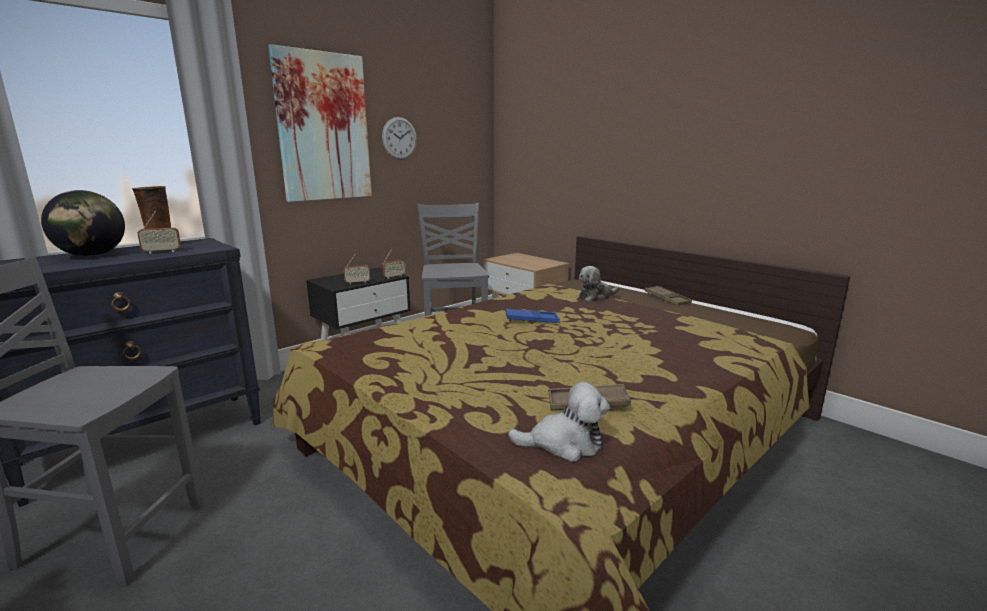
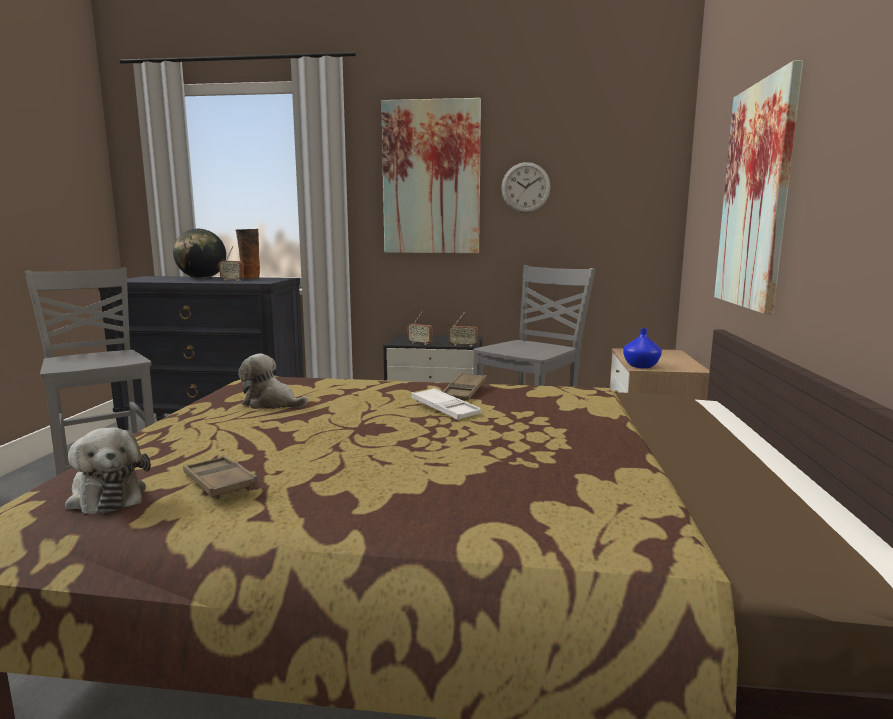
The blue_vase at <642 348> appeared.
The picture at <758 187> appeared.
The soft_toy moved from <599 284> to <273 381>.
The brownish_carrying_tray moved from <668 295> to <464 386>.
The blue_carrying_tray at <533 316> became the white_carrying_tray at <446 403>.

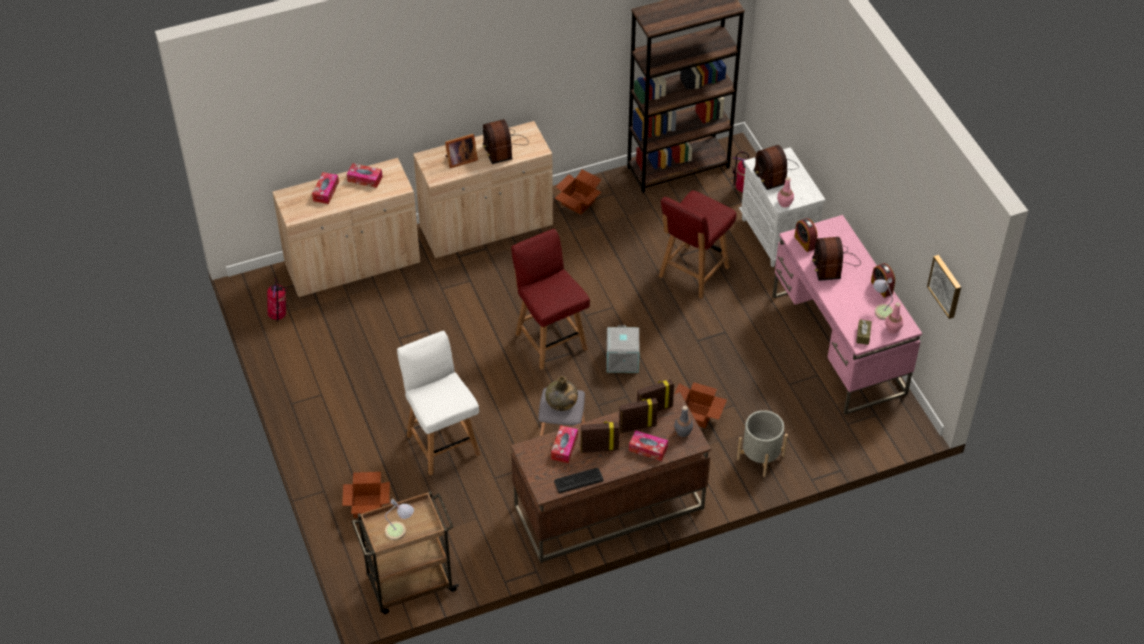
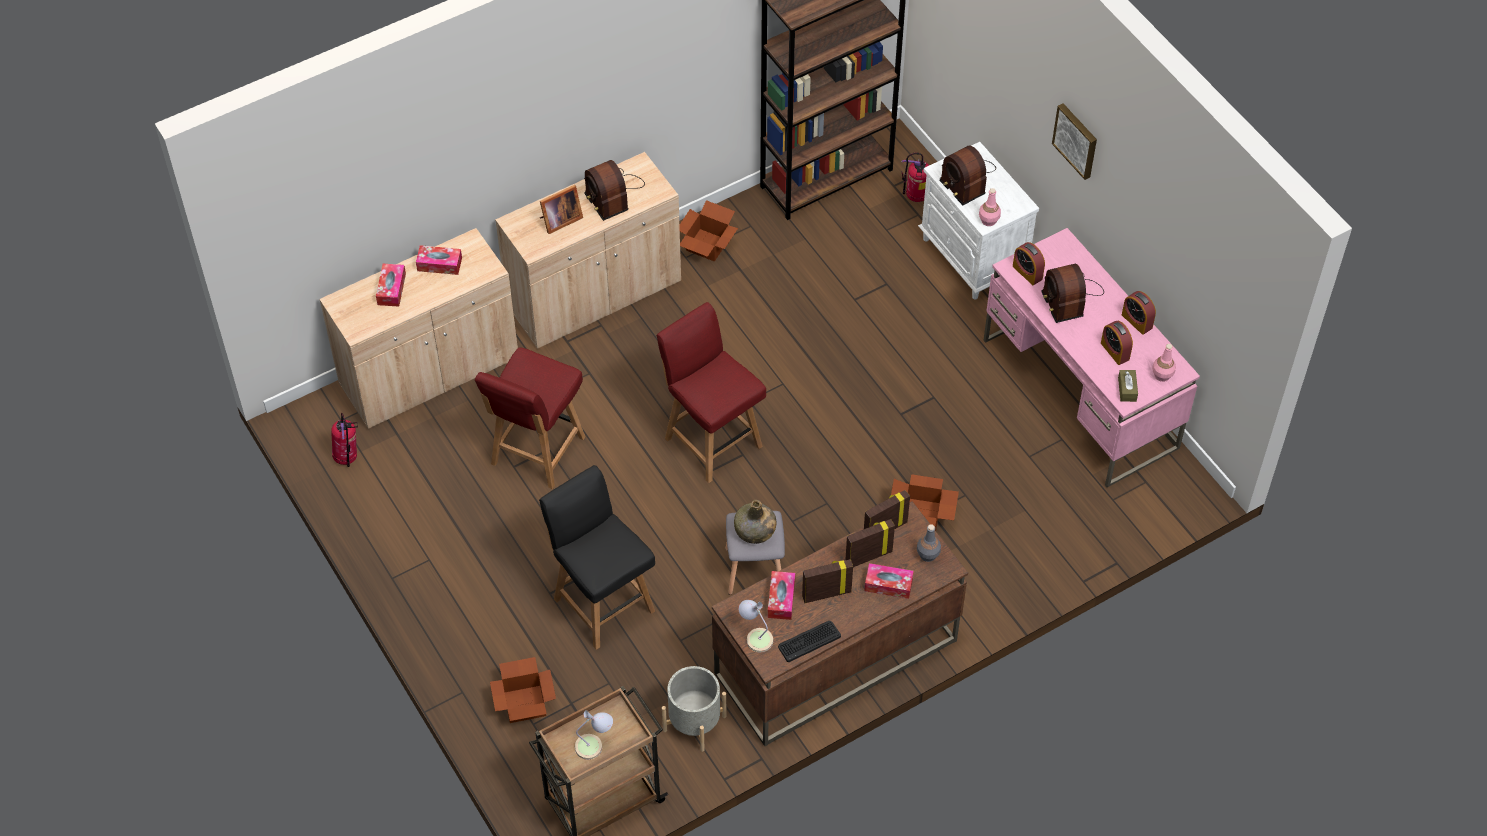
The grey_storage_box at <623 349> disappeared.
The bedside_clock at <1117 343> appeared.
The reddish_upright_chair moved from <698 244> to <530 418>.
The grey_plant_pot moved from <762 443> to <694 709>.
The tabletop_lamp moved from <883 299> to <755 626>.
The picture moved from <944 287> to <1074 142>.
The white_upright_chair at <438 403> became the black_upright_chair at <597 557>.

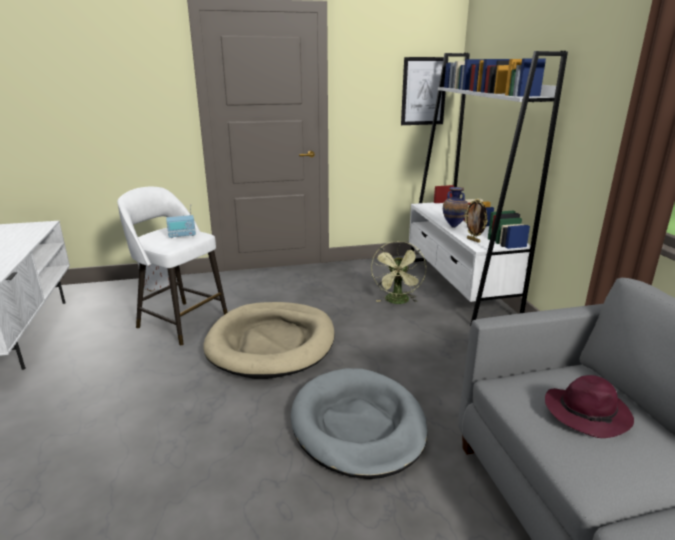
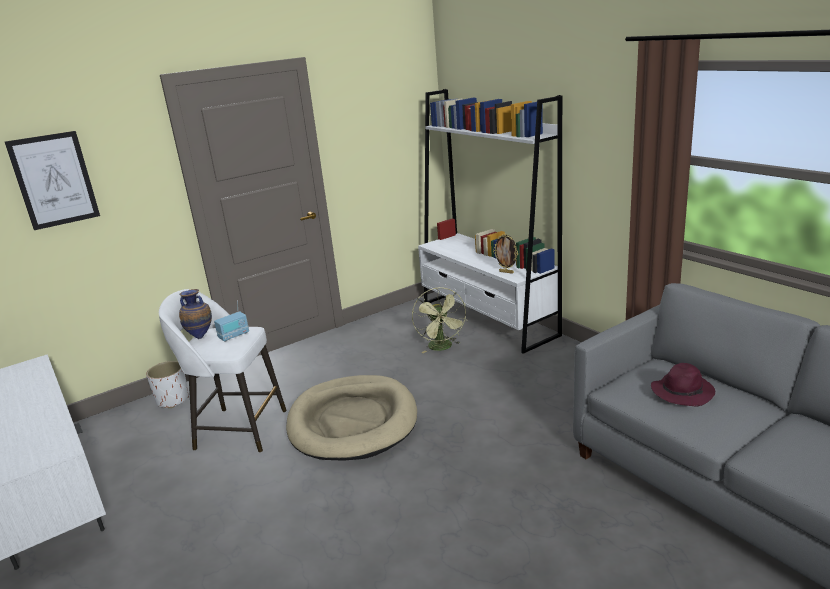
The grey_dog_bed at <359 423> disappeared.
The picture moved from <424 91> to <52 180>.
The vase moved from <455 207> to <195 314>.

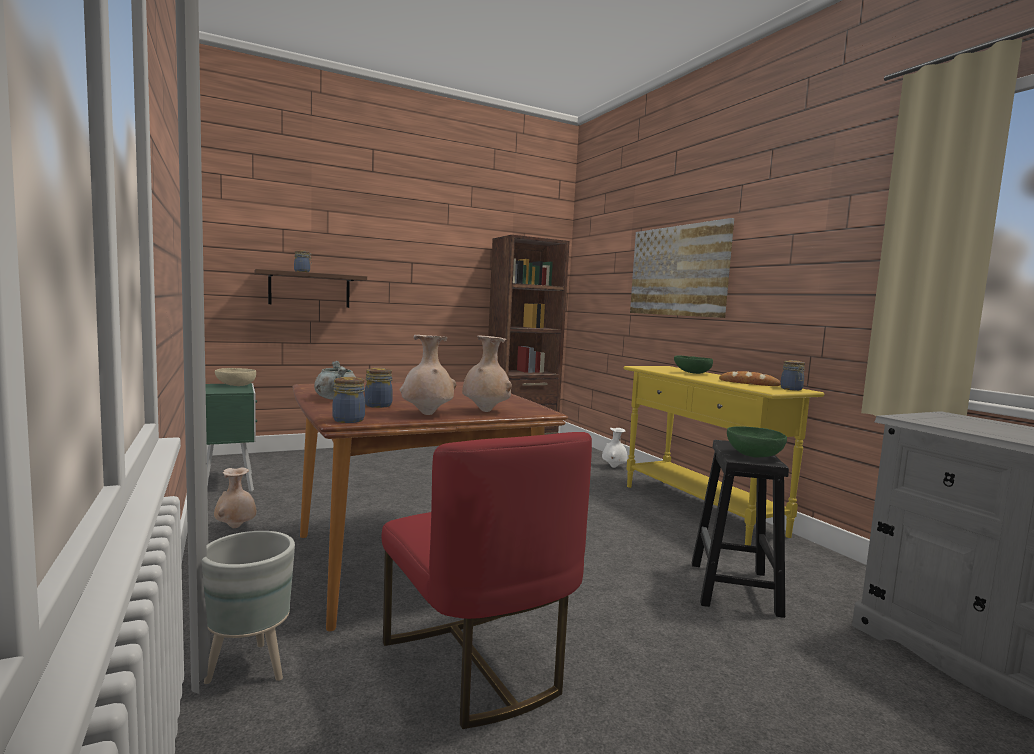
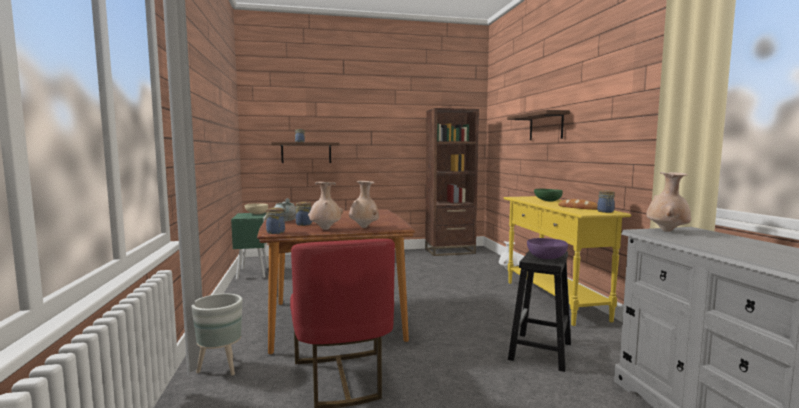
The sand-coloured_vase moved from <235 498> to <668 202>.
The picture at <682 268> was replaced by the shelf at <538 125>.
The greenish_bowl at <757 441> became the purplish_bowl at <547 248>.

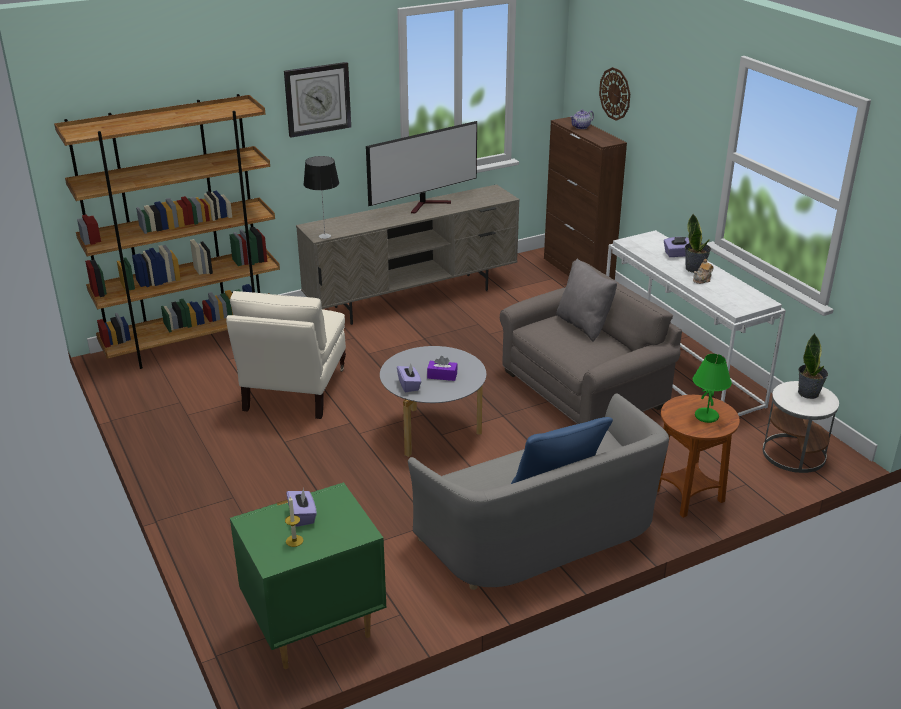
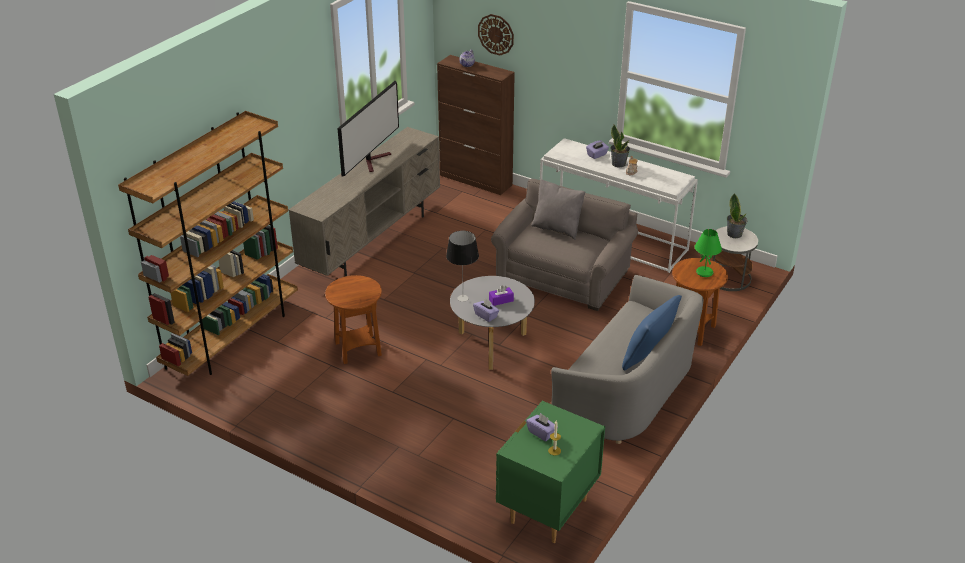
The hanging_clock at <317 100> disappeared.
The tabletop_lamp moved from <321 197> to <462 266>.
The sand-coloured_armchair at <286 355> was replaced by the brownish_end_table at <353 319>.

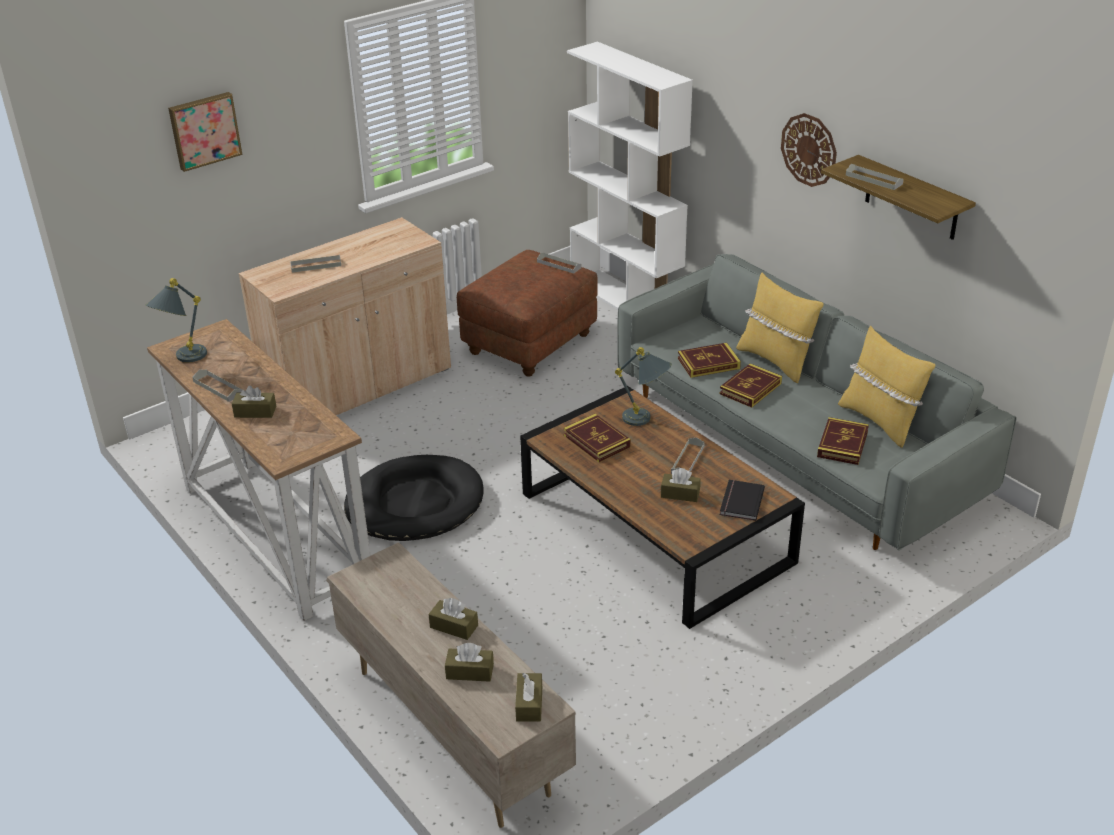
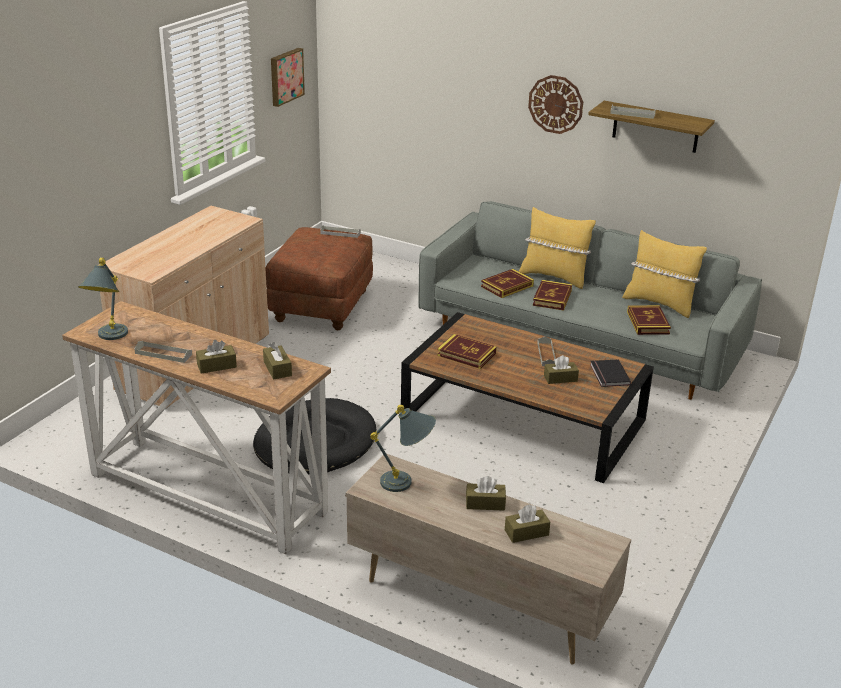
The grey_carrying_tray at <315 264> disappeared.
The white_bookshelf at <630 176> disappeared.
The picture moved from <205 132> to <288 77>.
The brownish_tissue_holder moved from <528 697> to <277 360>.
The grey_tabletop_lamp moved from <643 386> to <403 448>.

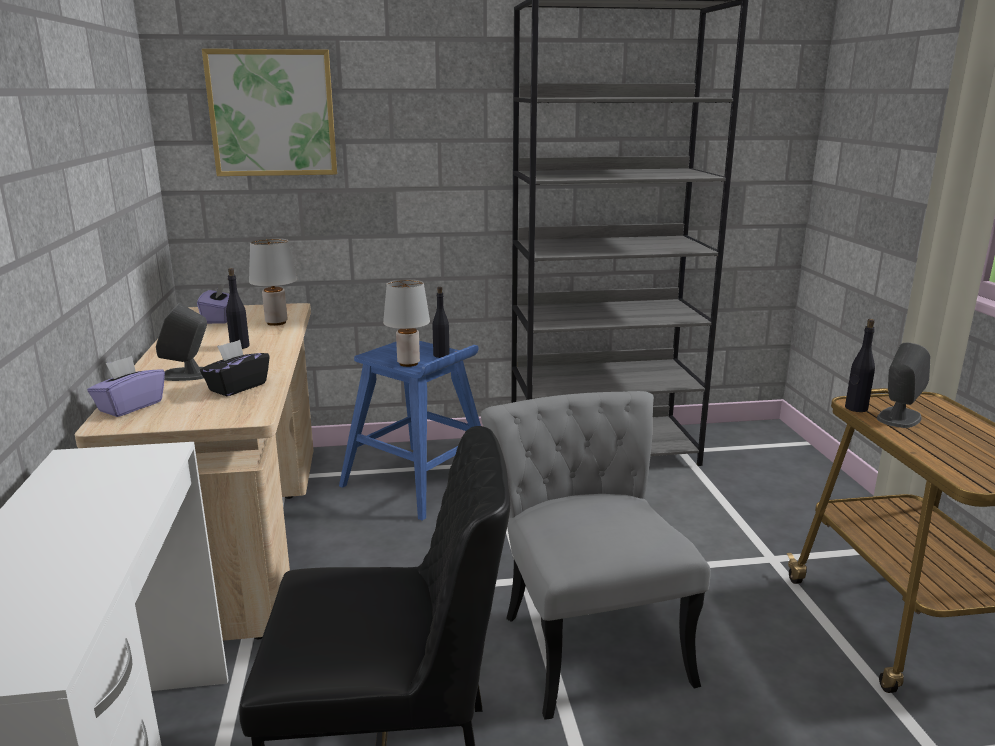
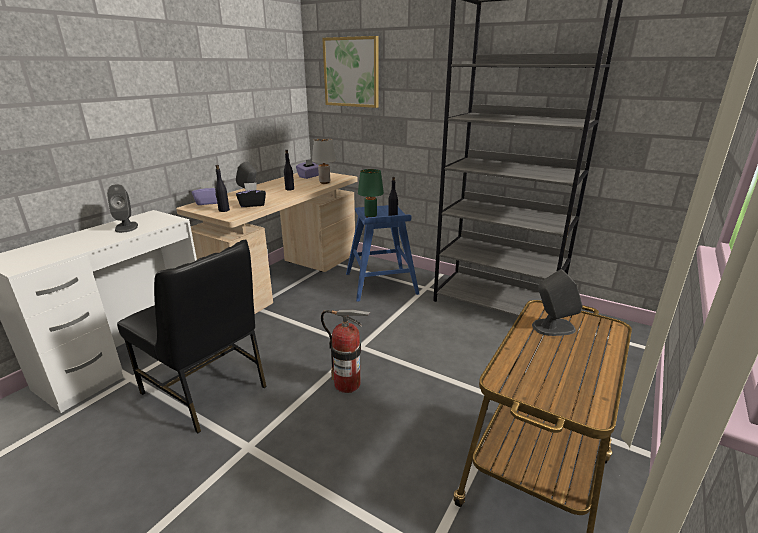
The grey_loudspeaker at <122 208> appeared.
The black_bottle moved from <860 365> to <222 188>.
The grey_upright_chair at <595 555> was replaced by the fire-fighting_cylinder at <346 351>.
The grey_tabletop_lamp at <406 323> became the greenish_tabletop_lamp at <371 193>.

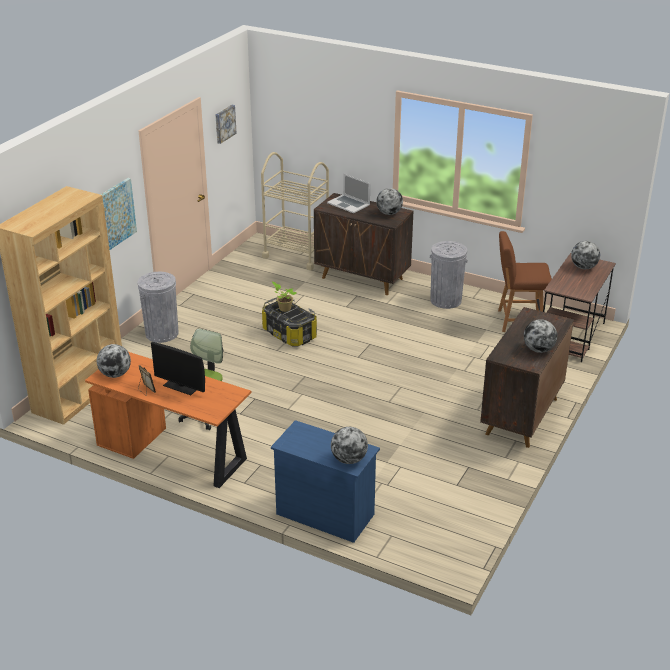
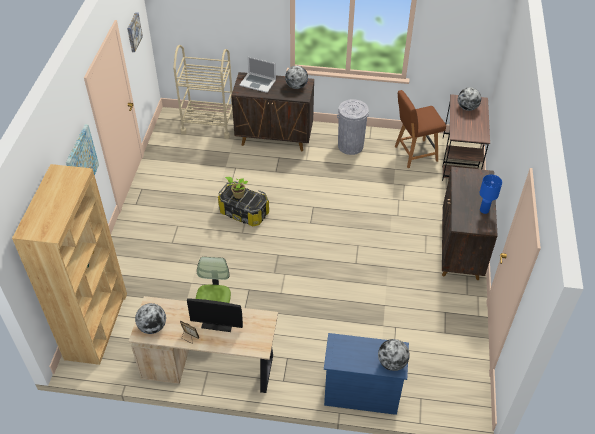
The grey_rubbish_bin at <158 307> disappeared.
The globe at <540 336> was replaced by the blue_tabletop_lamp at <491 194>.
The orangey_desk_unit at <168 420> became the sand-coloured_desk_unit at <203 344>.

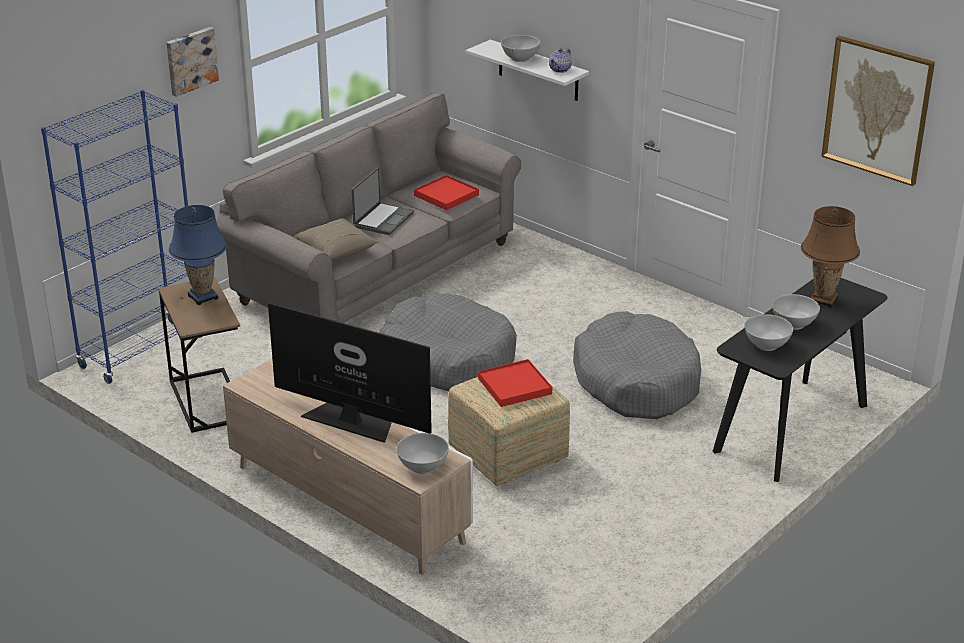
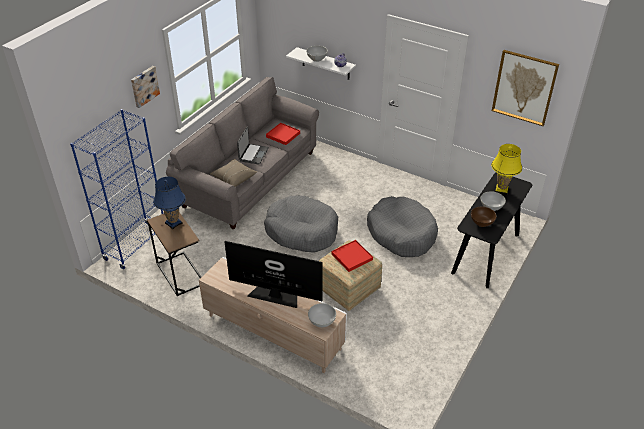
The white_bowl at <768 332> became the brownish_bowl at <483 217>.
The brownish_tabletop_lamp at <830 257> became the yellow-coloured_tabletop_lamp at <506 169>.

